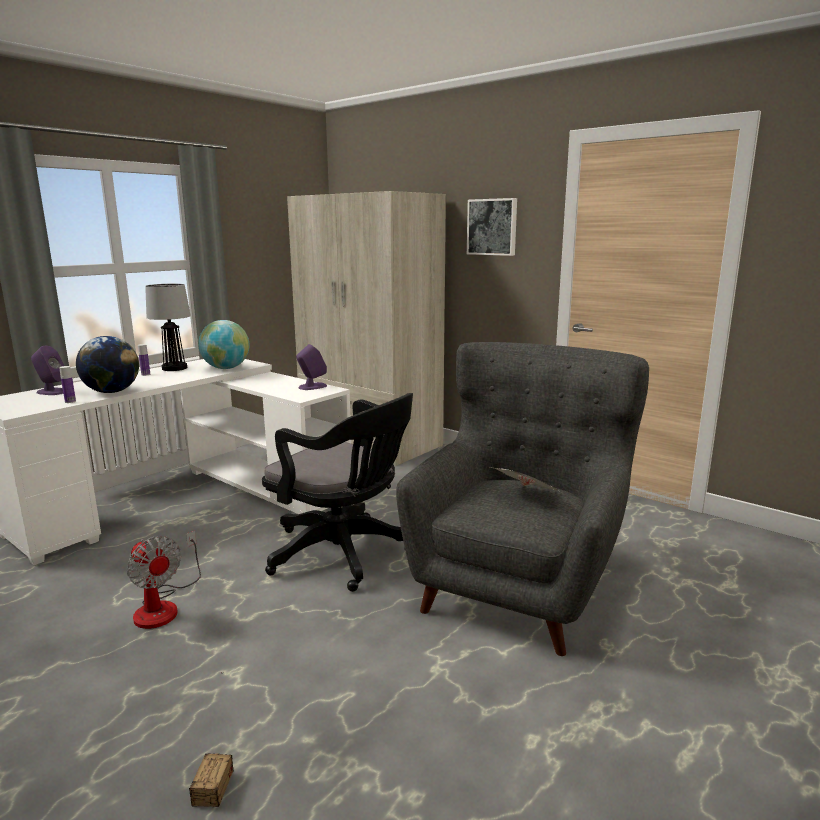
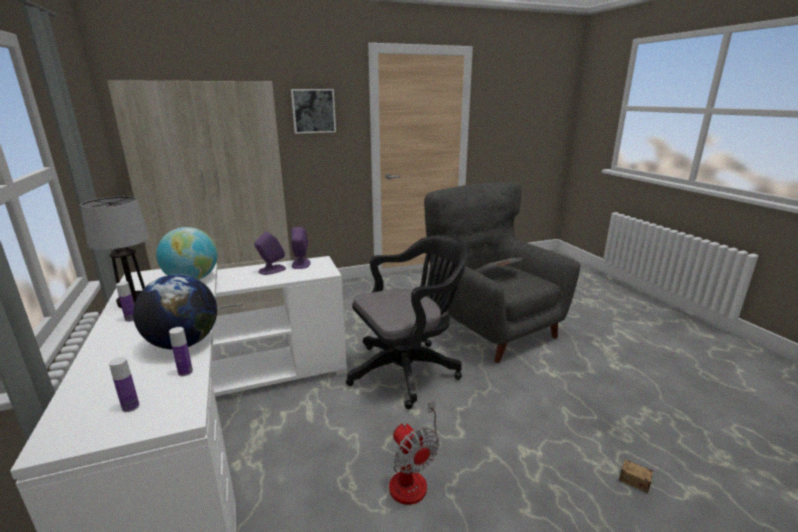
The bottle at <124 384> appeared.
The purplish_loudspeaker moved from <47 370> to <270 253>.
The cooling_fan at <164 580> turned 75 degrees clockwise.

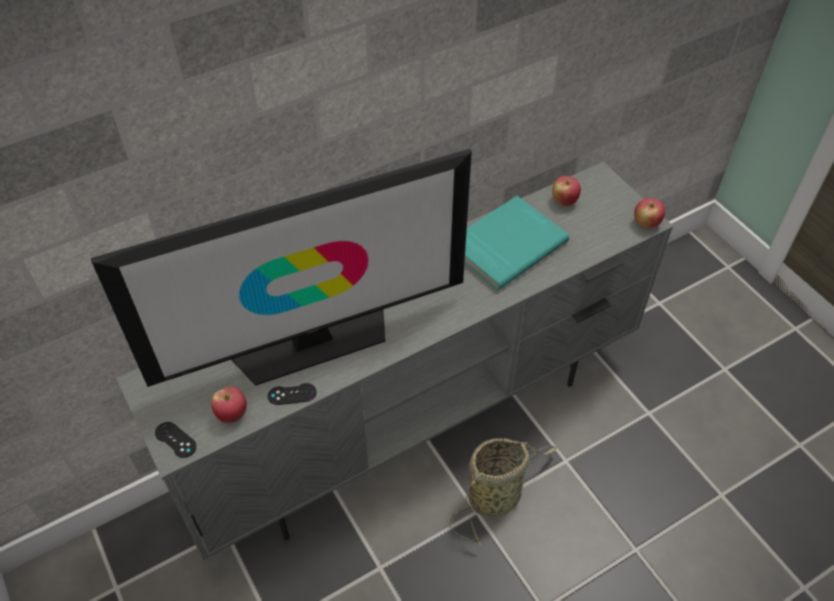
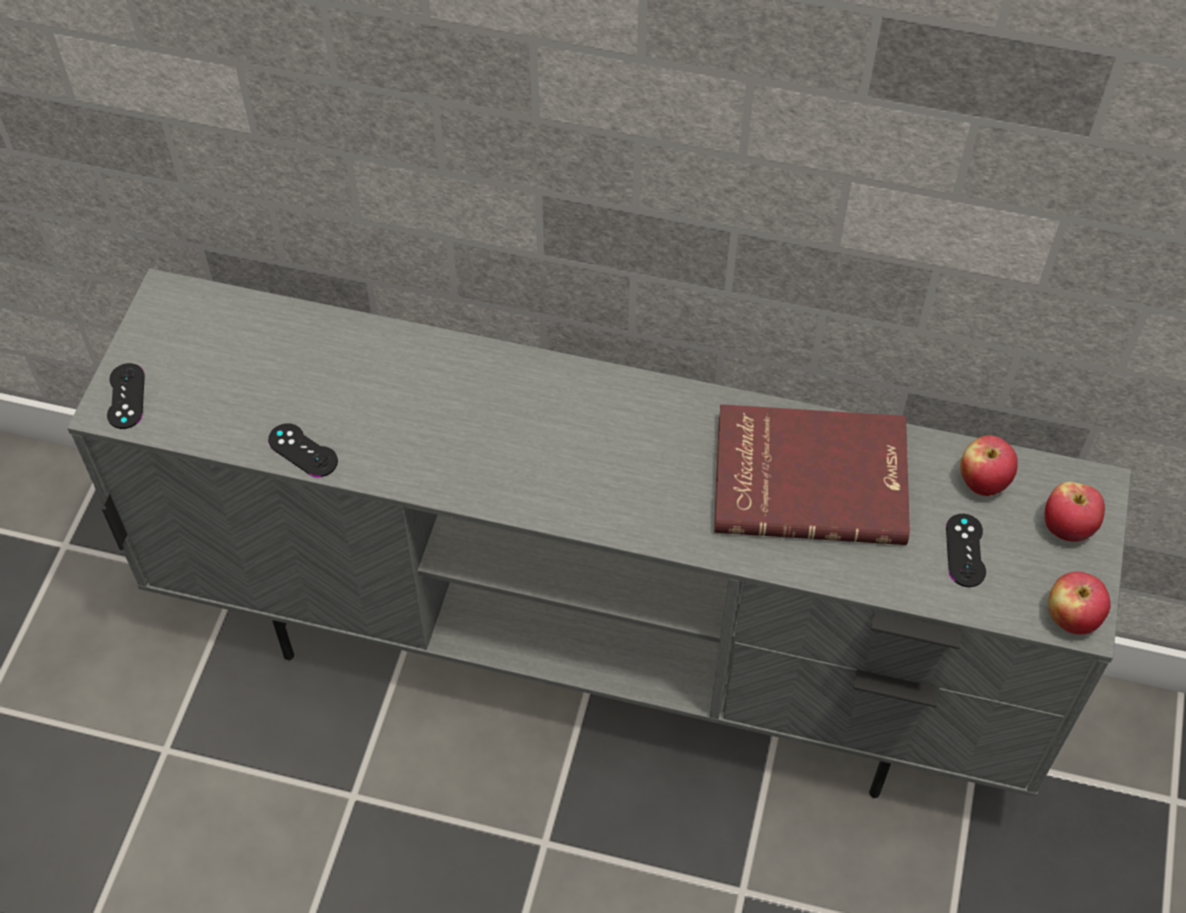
The TV_set at <281 268> disappeared.
The household_basket at <502 491> disappeared.
The black_gamepad at <966 550> appeared.
The whole_apple moved from <229 404> to <1075 511>.
The turquoise-coloured_bound_book at <516 243> became the reddish_bound_book at <812 474>.

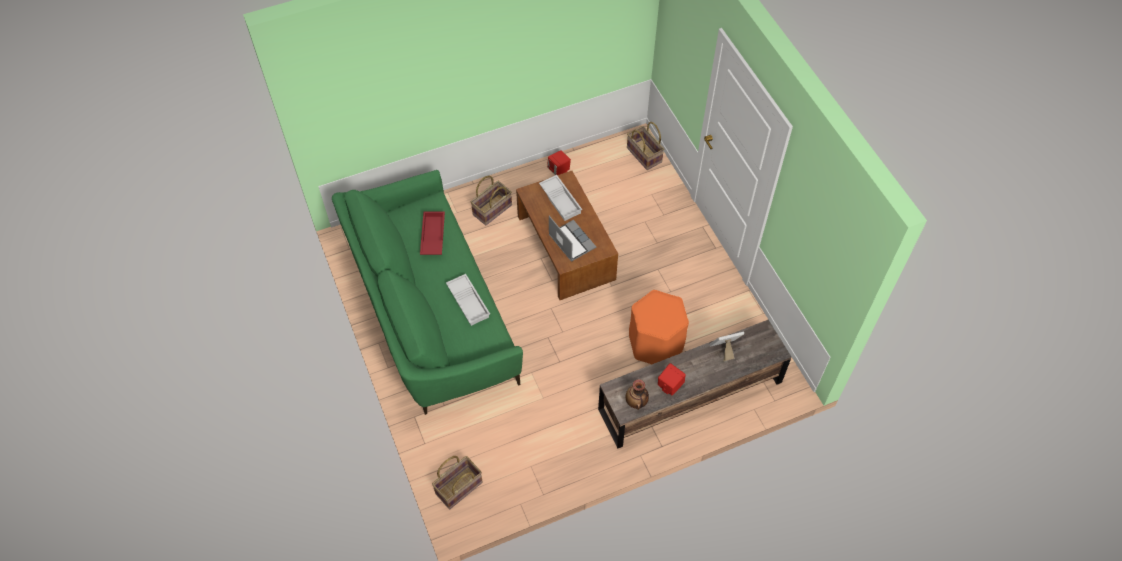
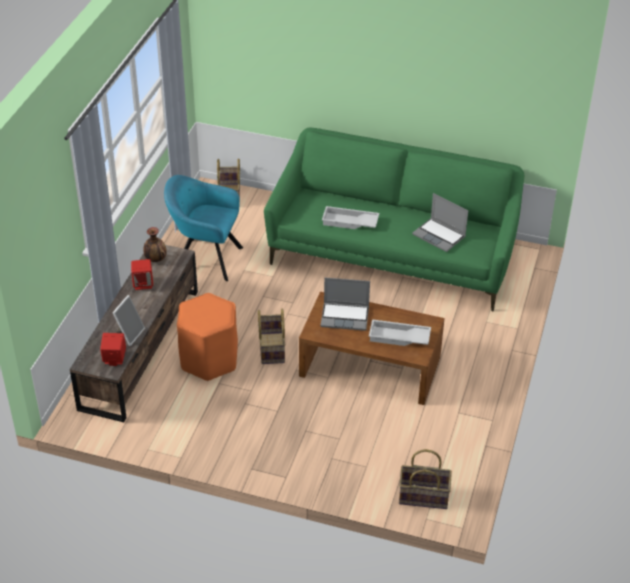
The turquoise-coloured_armchair at <203 228> appeared.
The household_basket moved from <491 200> to <272 336>.
The reddish_loudspeaker moved from <559 162> to <113 349>.
The reddish_carrying_tray at <432 233> was replaced by the notebook_computer at <440 222>.

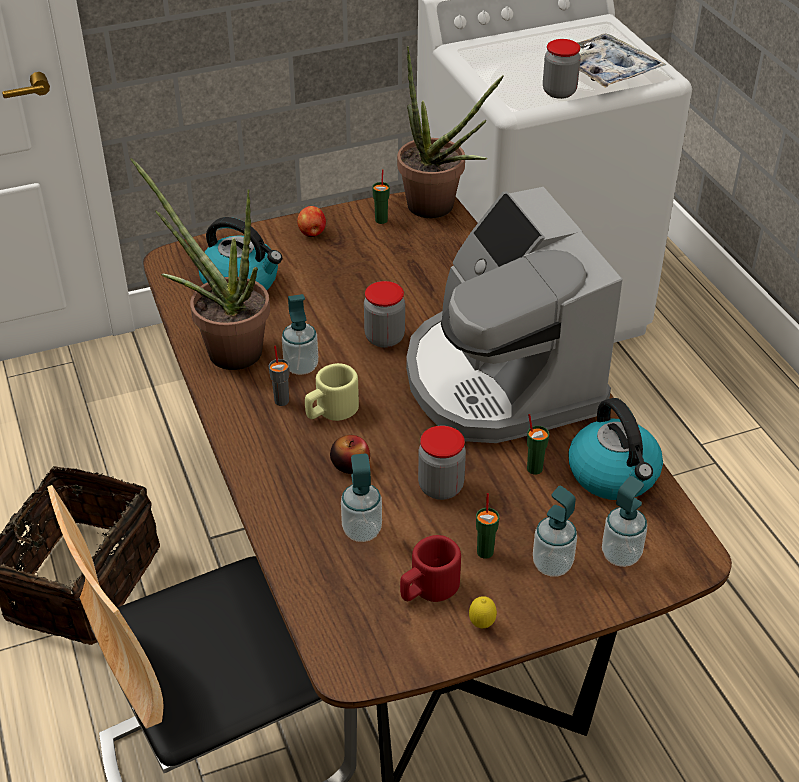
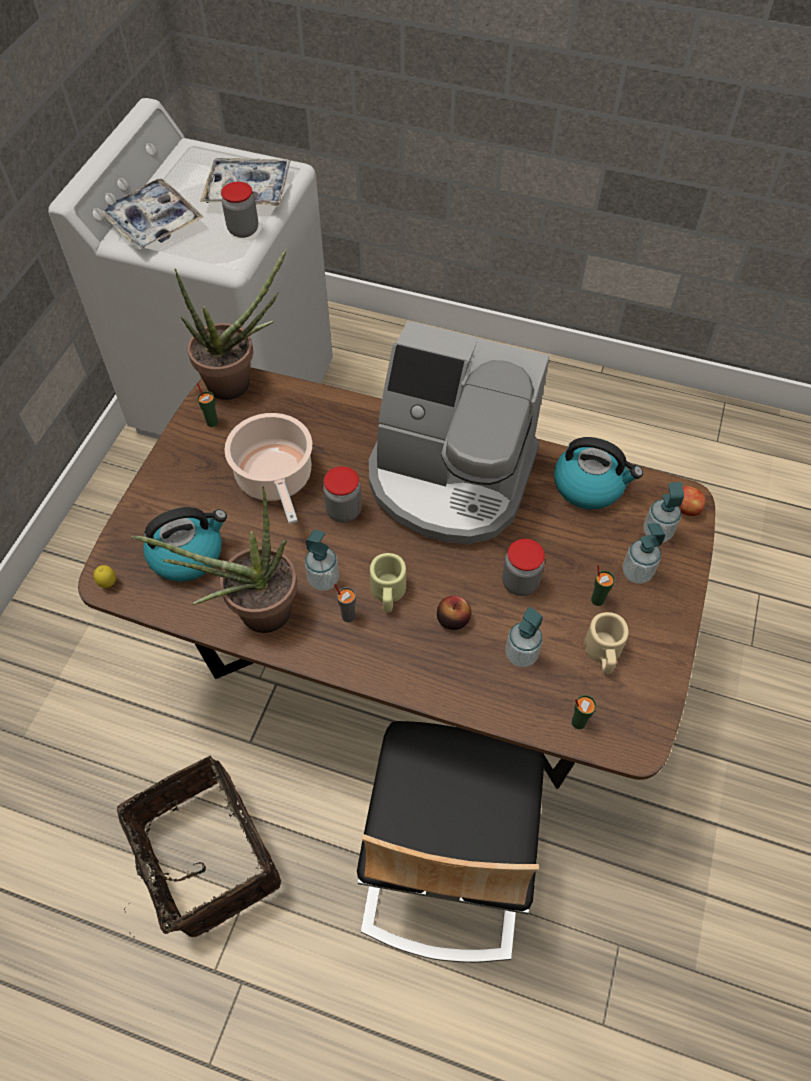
The carrying_tray at <153 213> appeared.
The stockpot at <268 468> appeared.
The whole_apple moved from <311 221> to <692 501>.
The citrus_fruit moved from <483 612> to <105 576>.
The greenish_small_cup moved from <538 444> to <584 712>.
The reddish_mug at <430 568> became the sand-coloured_mug at <606 643>.

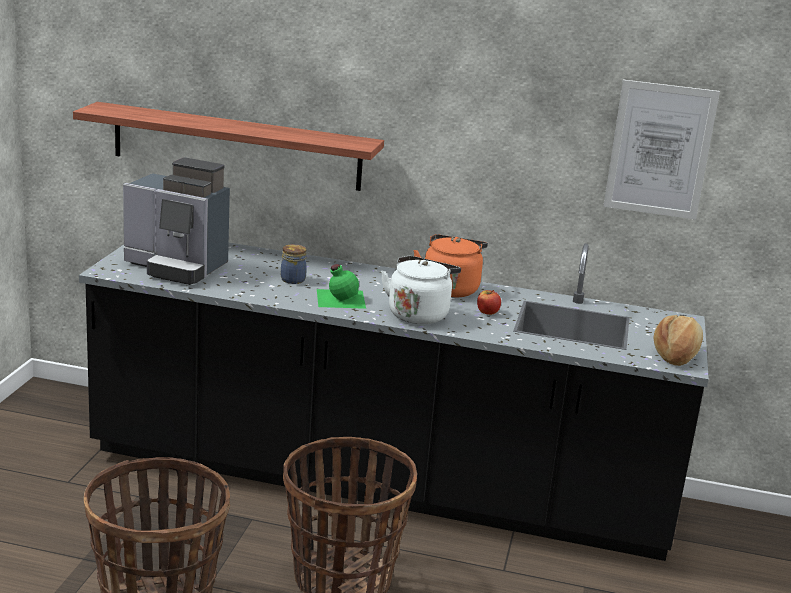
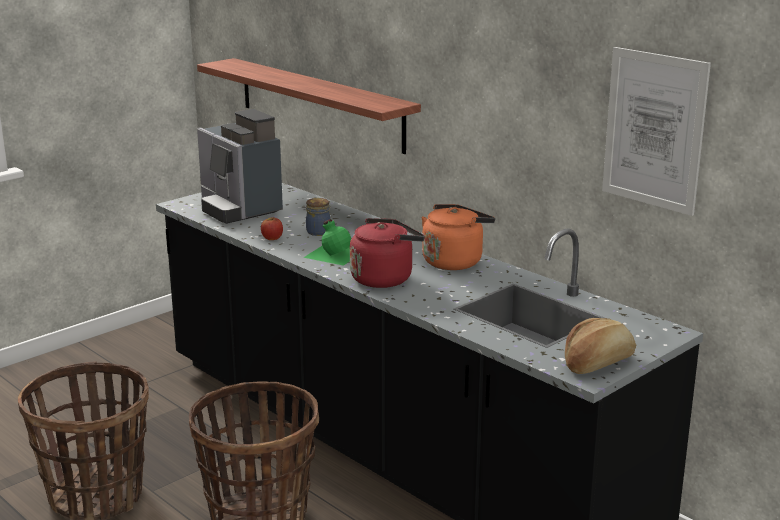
The whole_apple moved from <489 302> to <272 228>.
The white_tea_kettle at <421 290> became the reddish_tea_kettle at <387 253>.

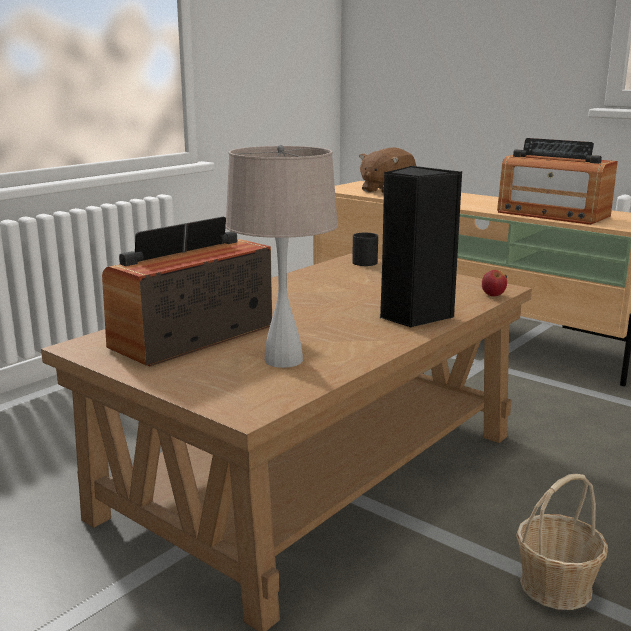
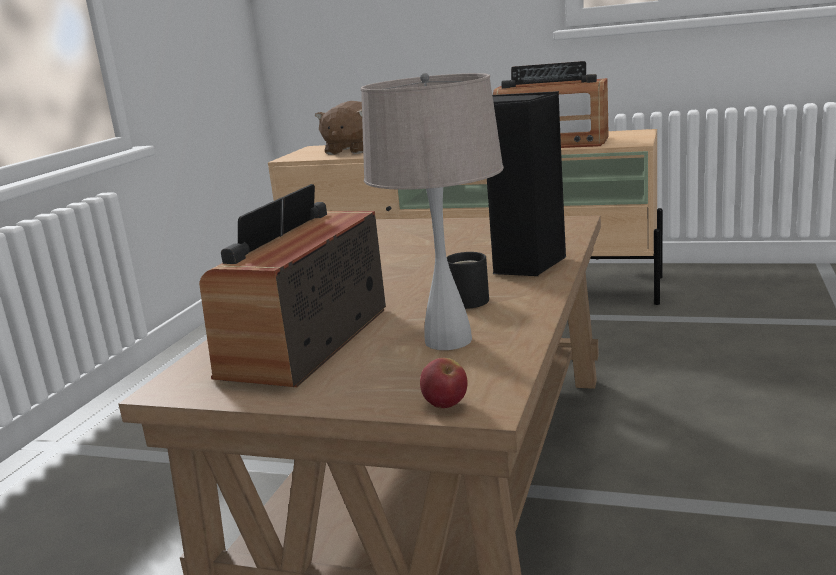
The household_basket at <562 542> disappeared.
The black_mug moved from <365 249> to <468 280>.
The whole_apple moved from <494 283> to <444 383>.

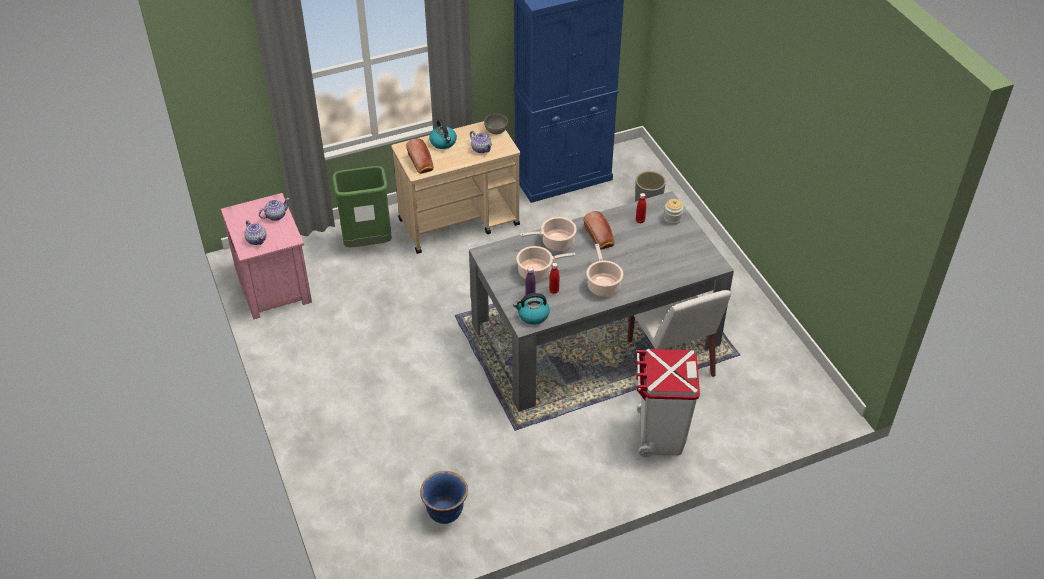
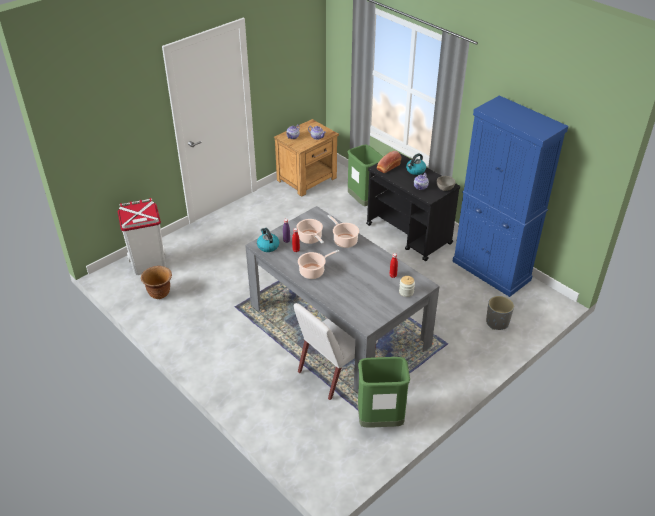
The bakery_bread at <599 230> disappeared.
The greenish_rubbish_bin at <384 392> appeared.
The white_rubbish_bin moved from <667 403> to <142 236>.
The pinkish_nightstand at <266 256> became the brownish_nightstand at <306 158>.
The sand-coloured_wheeled_cart at <455 187> became the black_wheeled_cart at <413 207>.
The blue_plant_pot at <444 497> became the brownish_plant_pot at <156 282>.

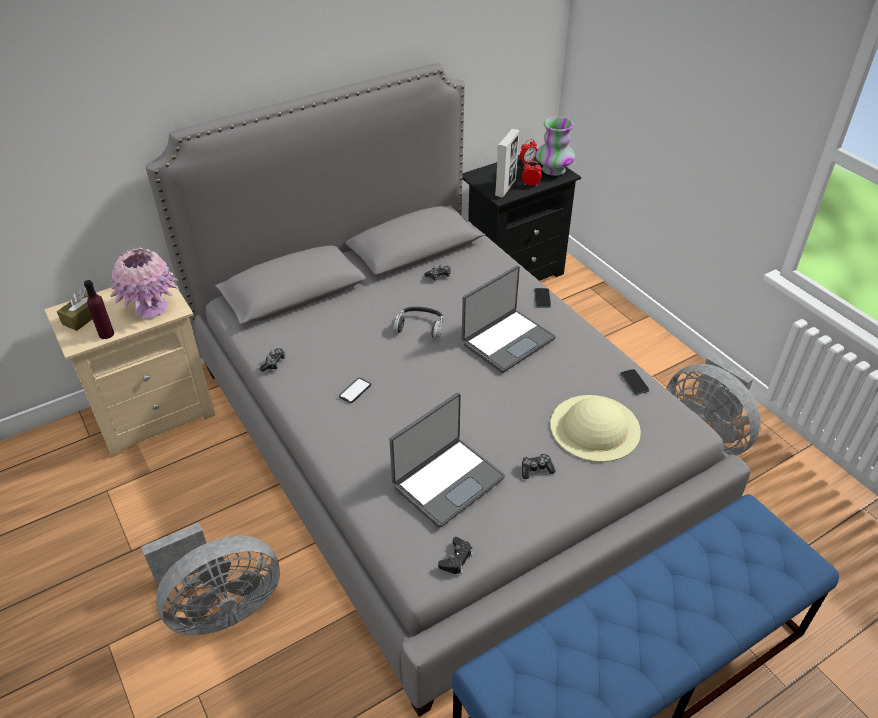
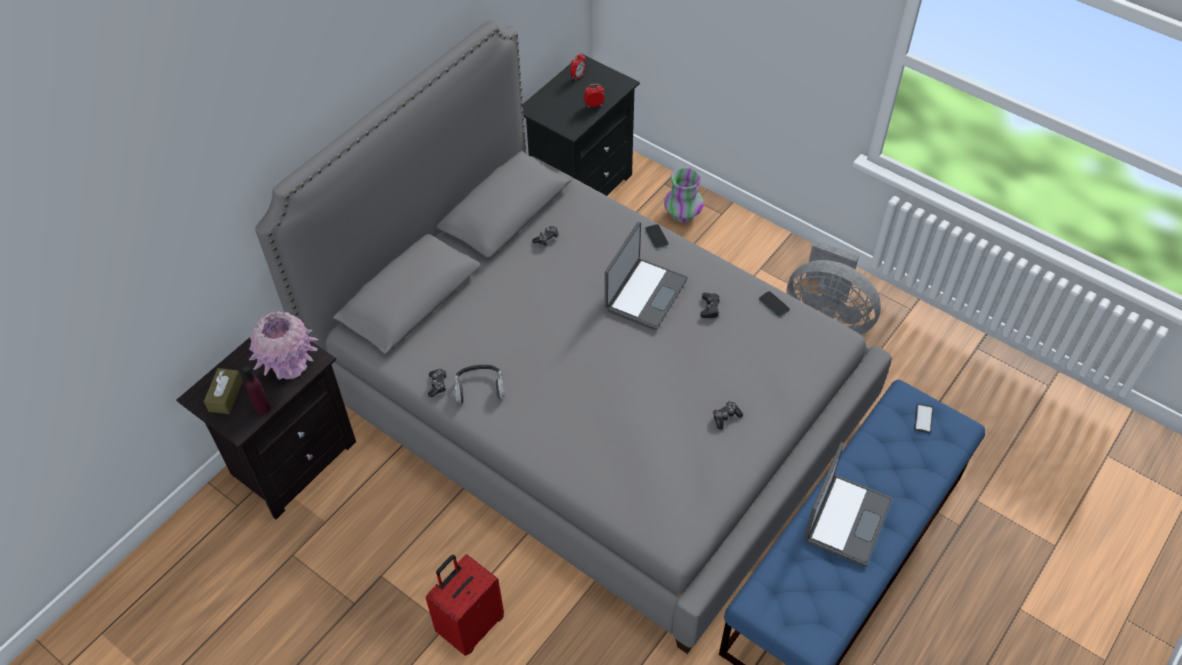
The photo_frame at <507 163> disappeared.
The sand-coloured_clothing_hat at <595 428> disappeared.
The telephone moved from <355 390> to <923 418>.
The notebook_computer moved from <447 460> to <848 504>.
The headphones moved from <418 323> to <480 384>.
The black_gamepad moved from <455 555> to <710 305>.
The vase moved from <555 146> to <684 195>.
The grey_cooling_fan at <210 578> was replaced by the reddish_travel_case at <465 605>.
The sand-coloured_nightstand at <129 369> became the black_nightstand at <266 428>.

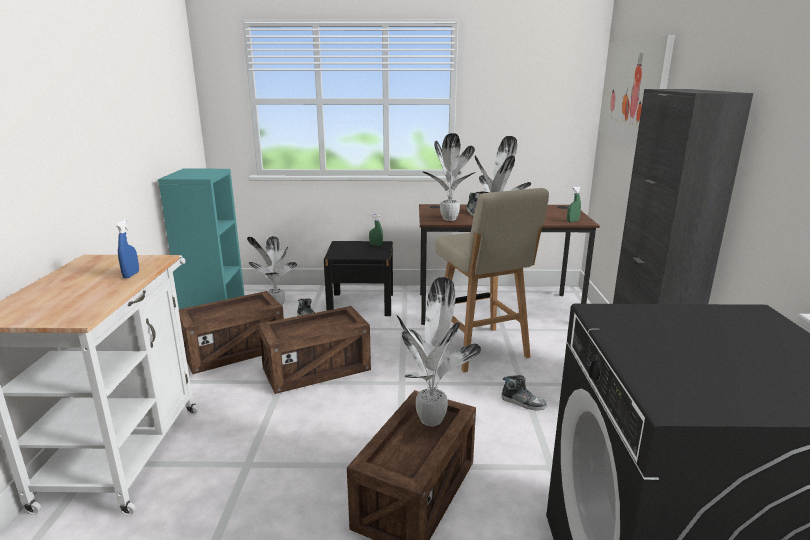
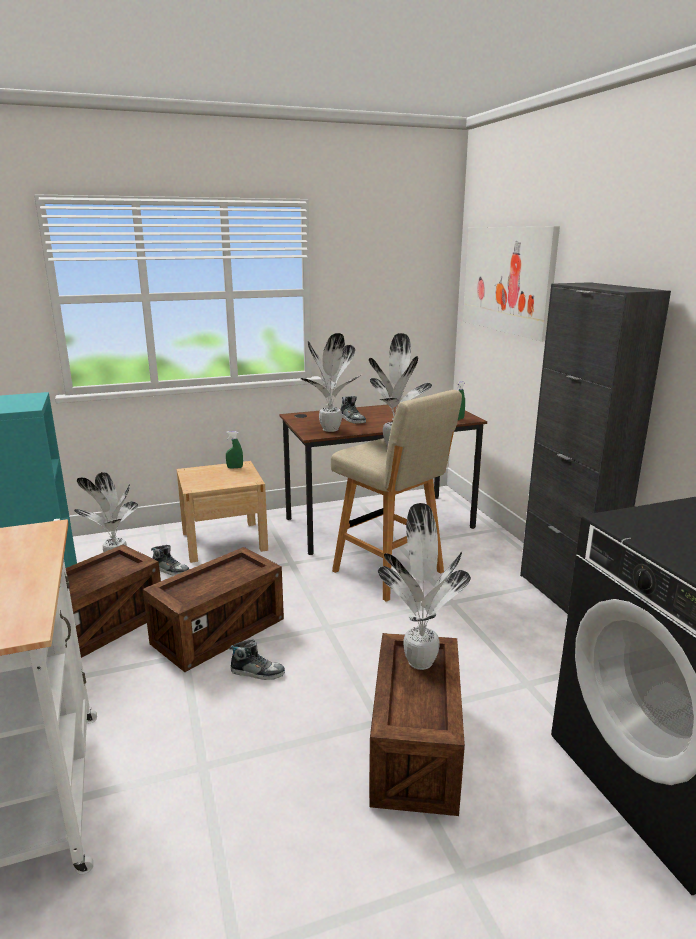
The blue_spray_bottle at <127 248> disappeared.
The item_of_footwear moved from <524 393> to <257 660>.
The black_nightstand at <358 278> became the sand-coloured_nightstand at <222 512>.

